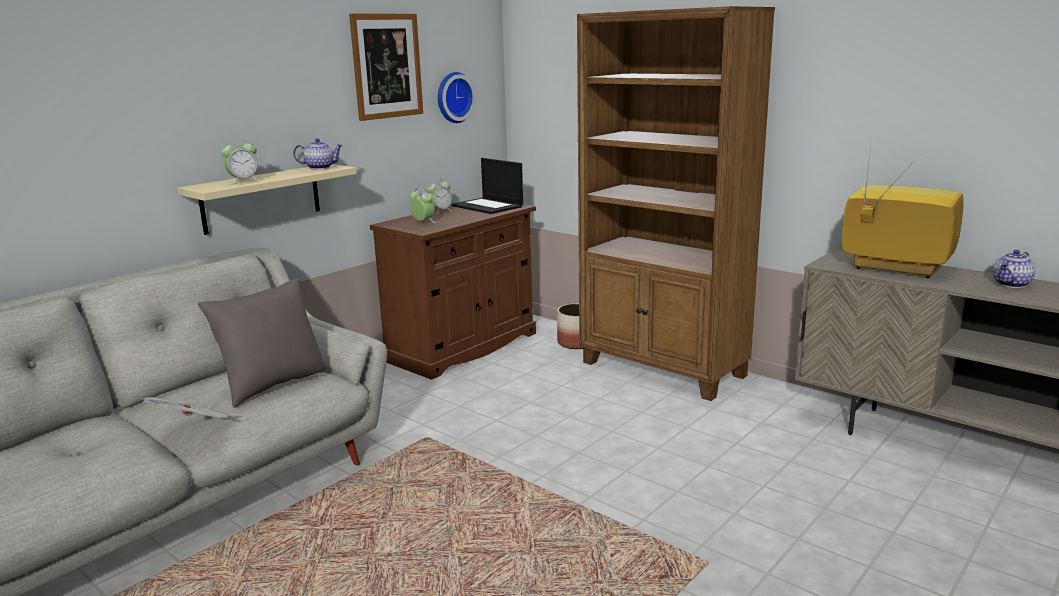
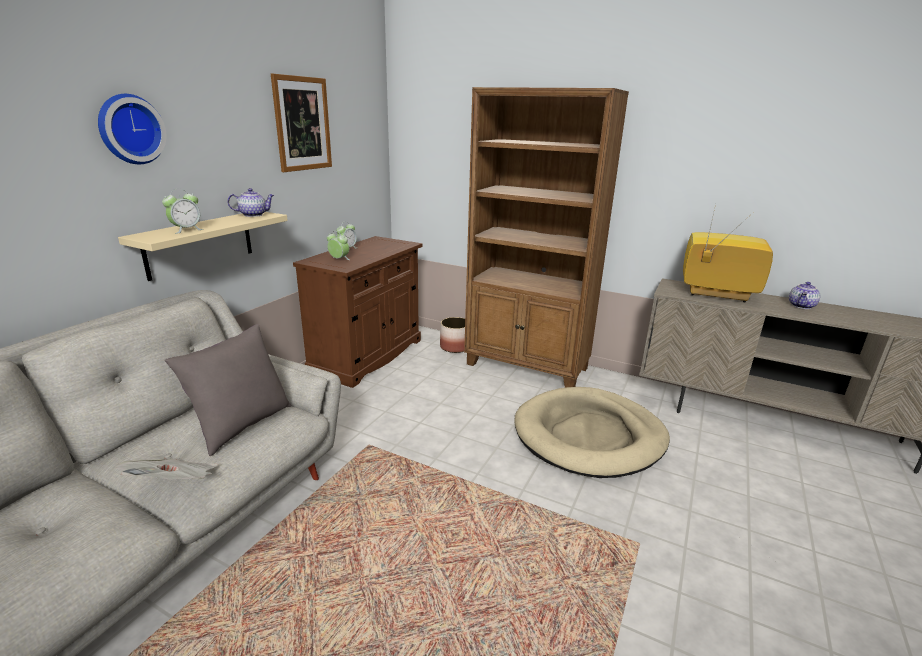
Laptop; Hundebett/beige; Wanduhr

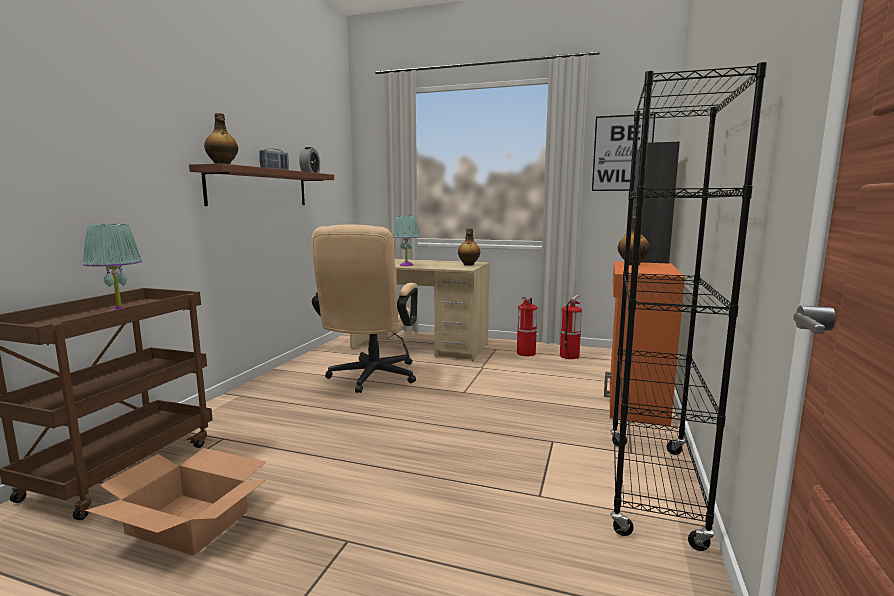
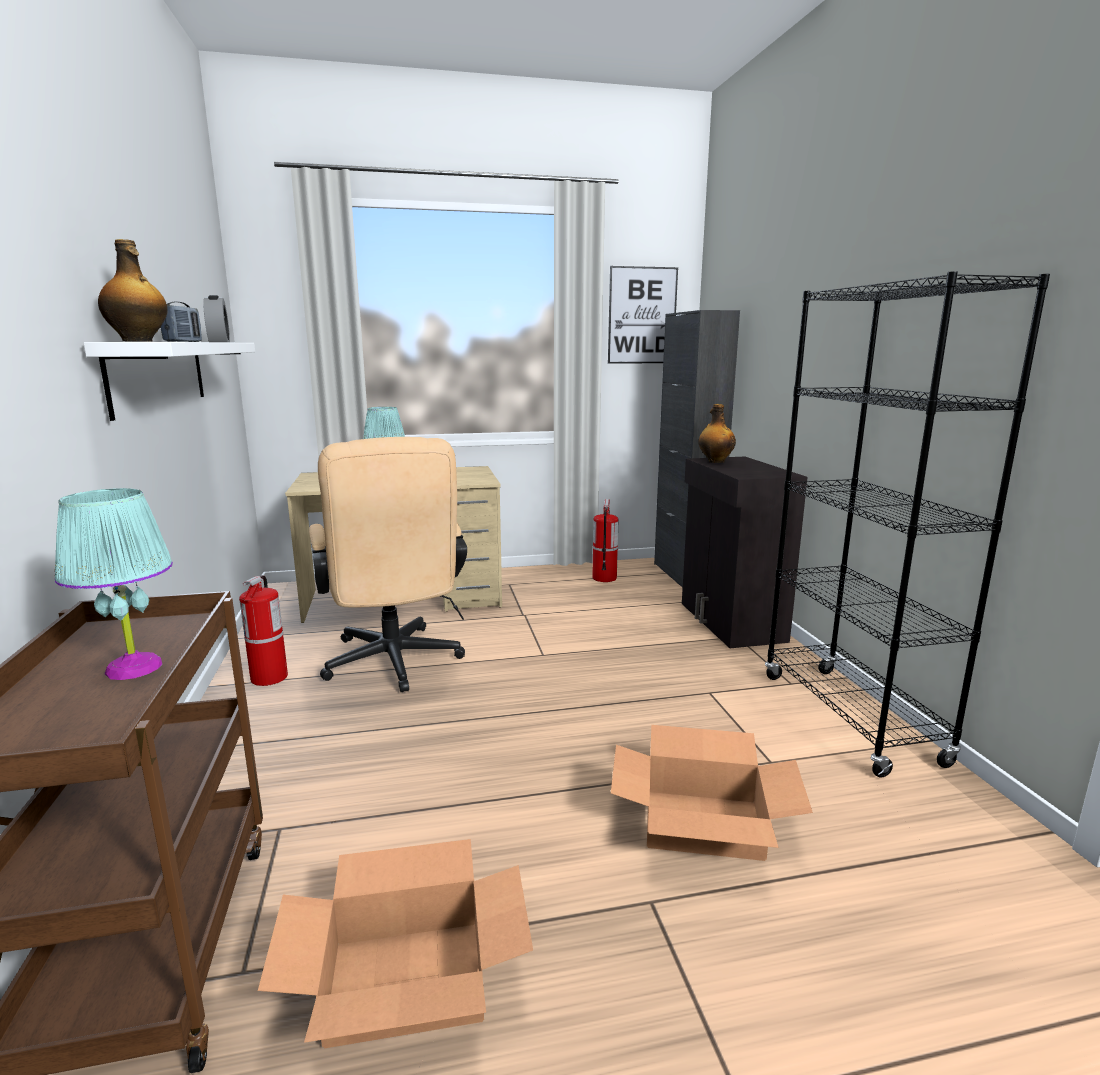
Flasche (2nd from left in the first image); Karton (2nd from left); Feuerlöscher (1st from left); Wandregal/weiß; Schrank/schwarz (2nd from left)

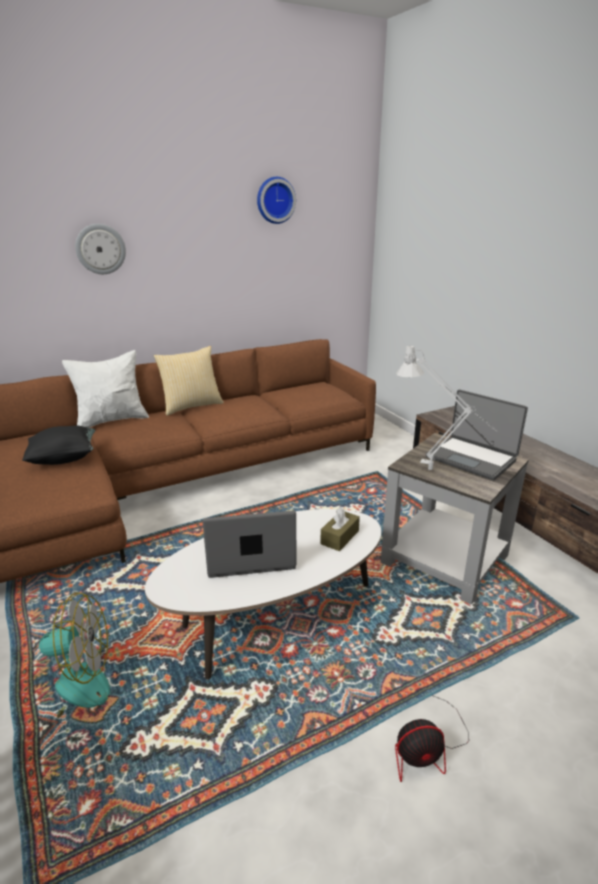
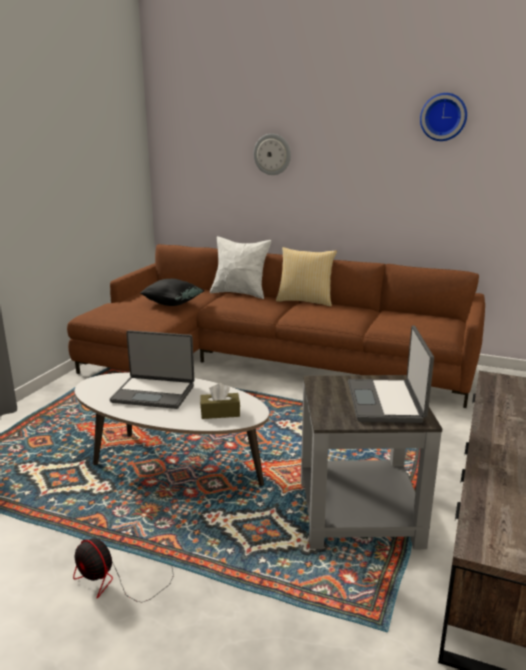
Ventilator (1st from left in the first image); Tischlampe/grau; Laptop (1st from left)

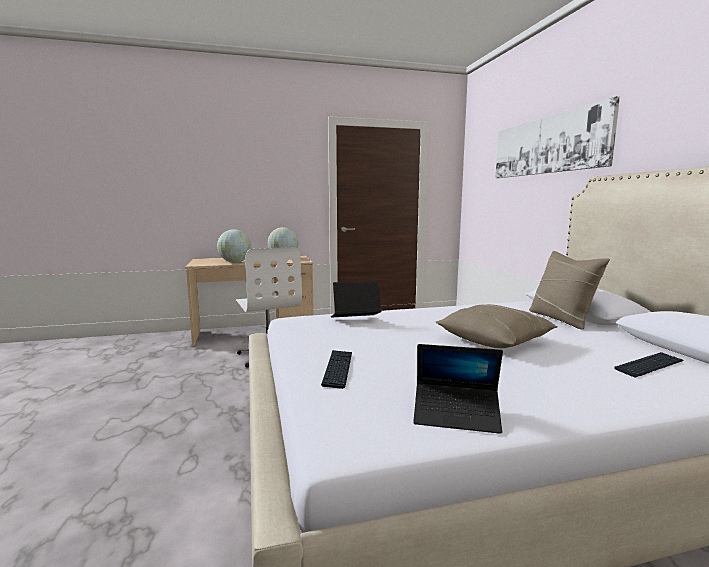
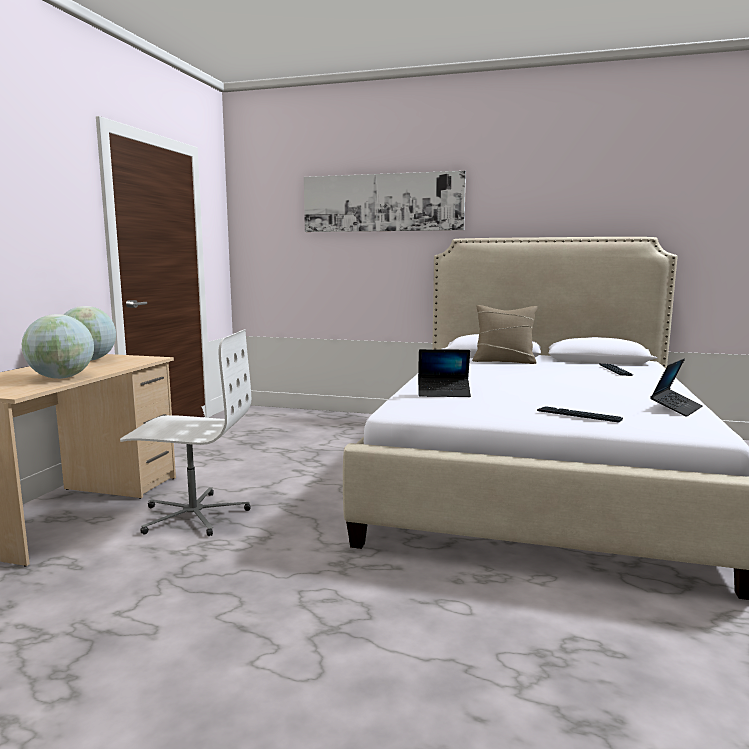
Kissen/beige (1st from left in the first image); Laptop (1st from left)

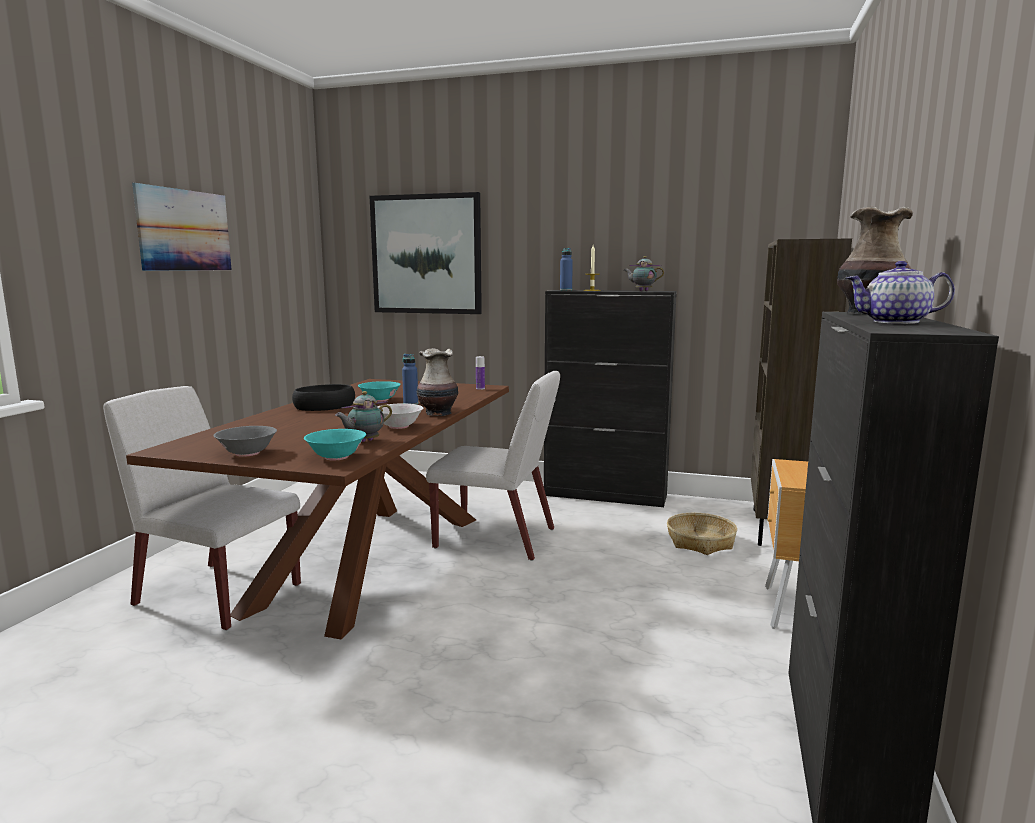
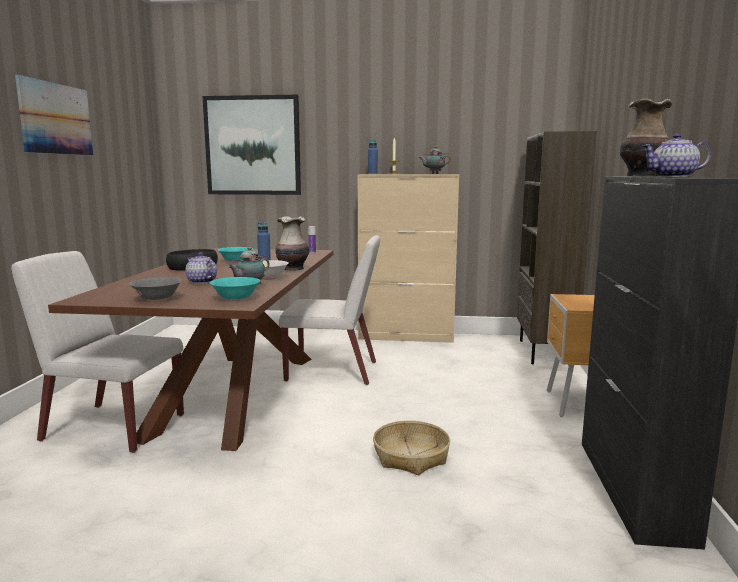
Teekanne (1st from left); Korb; Schrank/beige

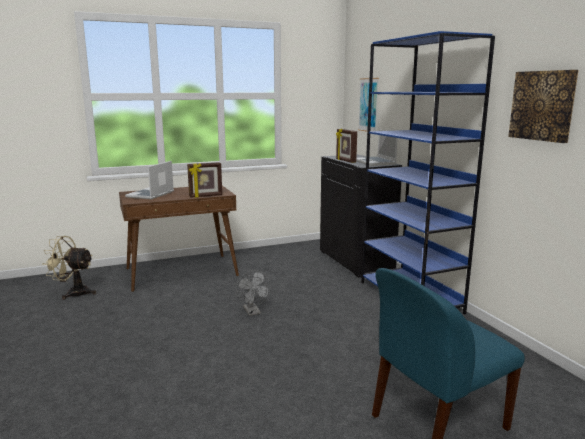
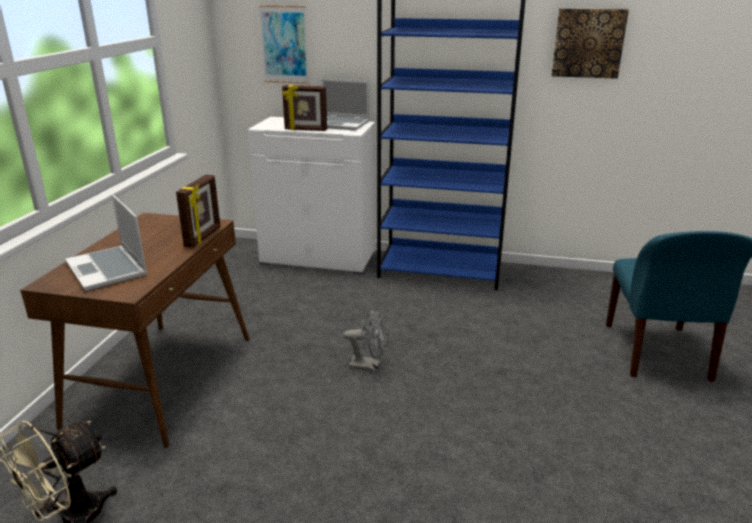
Schrank/weiß

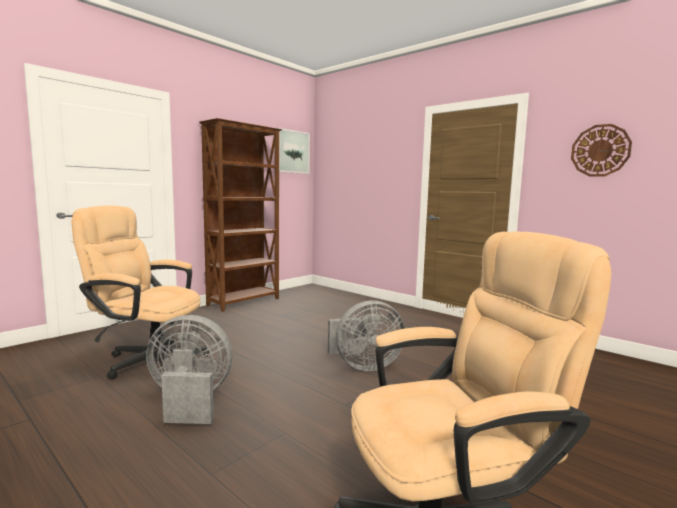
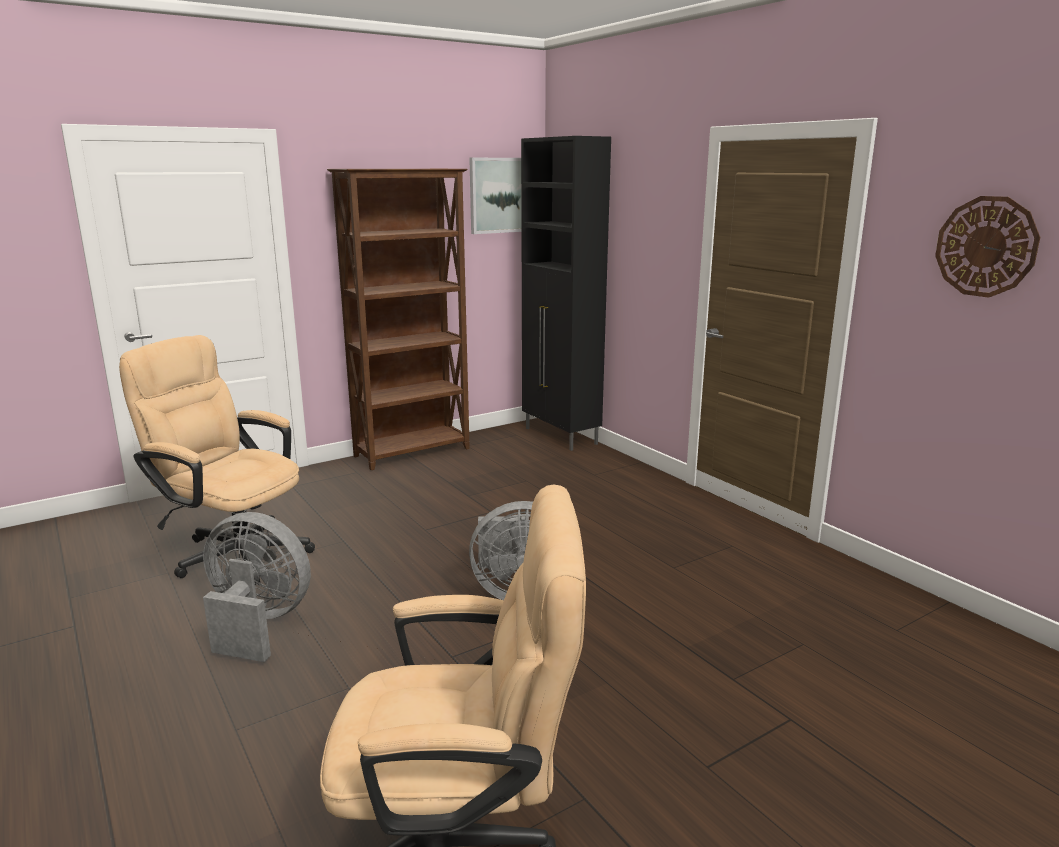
Schrank/schwarz

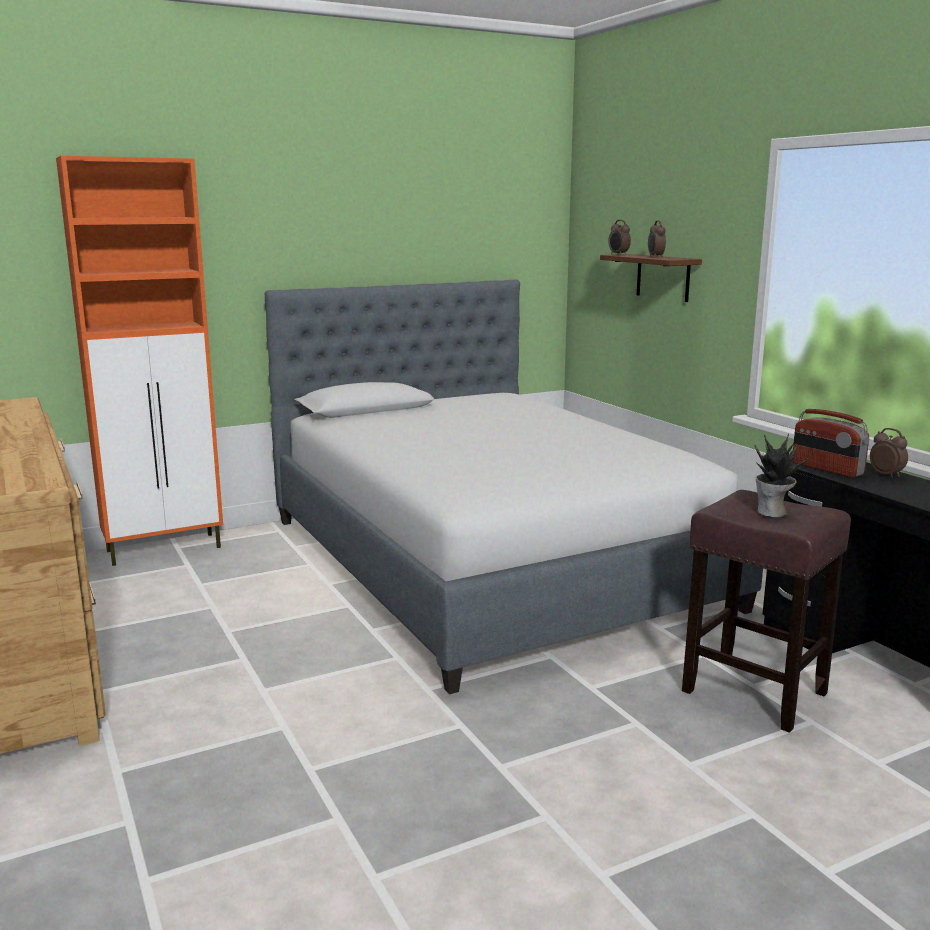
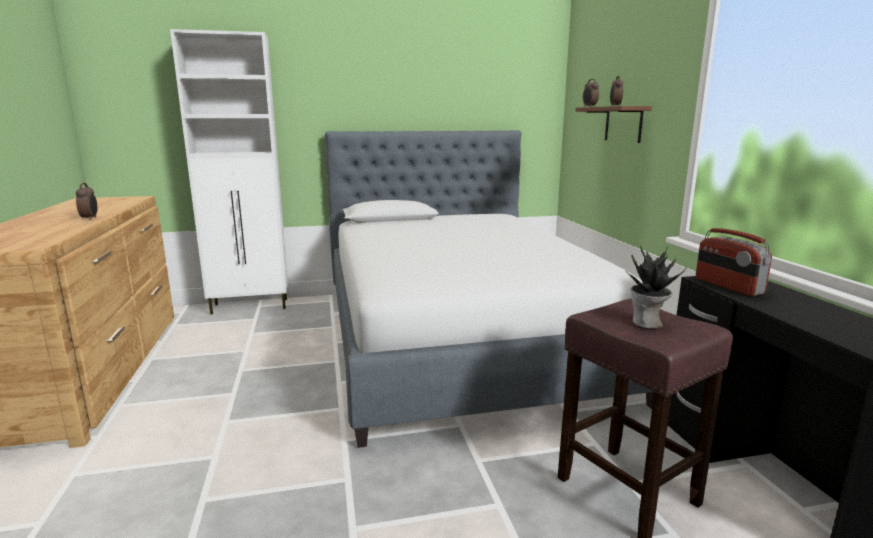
Wecker (1st from left); Schrank/weiß

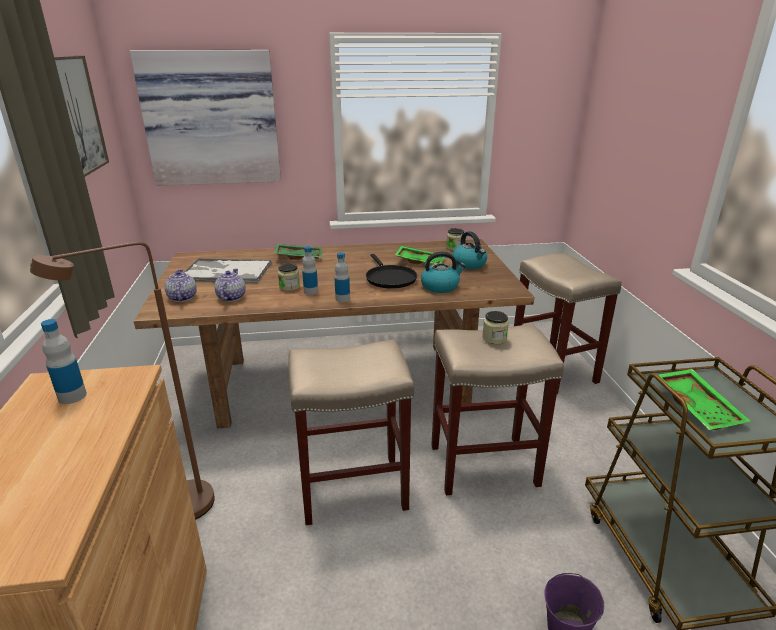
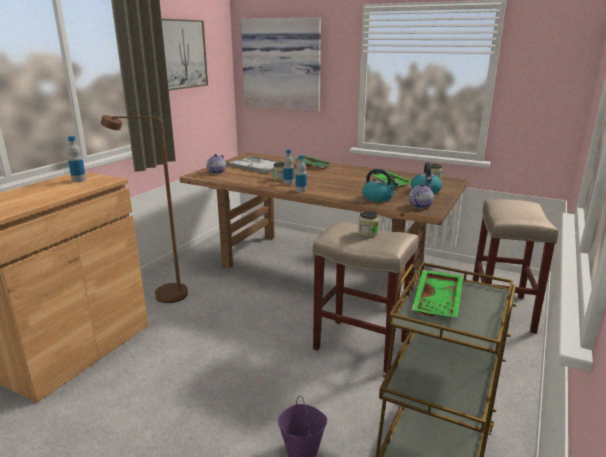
Hocker/beige (1st from left in the first image); Pfanne/schwarz; Teekanne (2nd from left)

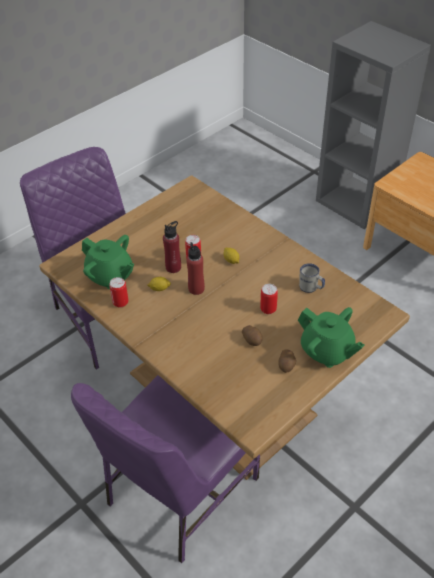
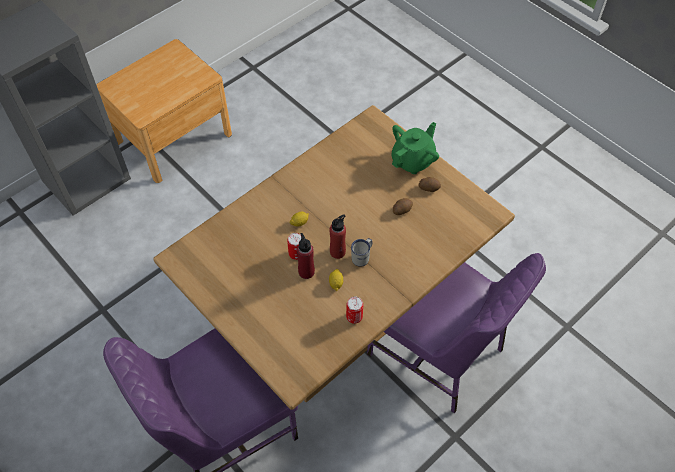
Teekanne/grün (1st from left in the first image); Dose (3rd from left in the first image); Henkelbecher/weiß

